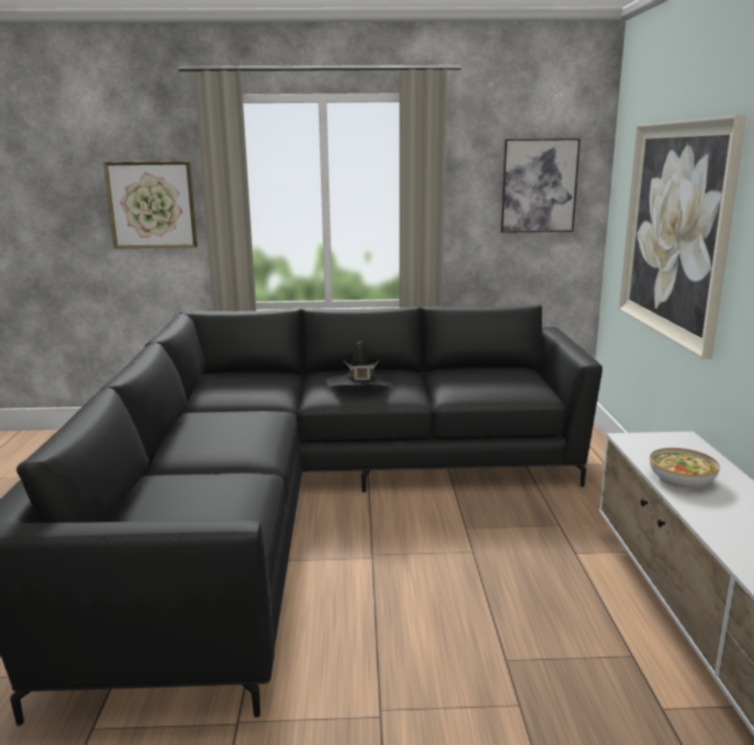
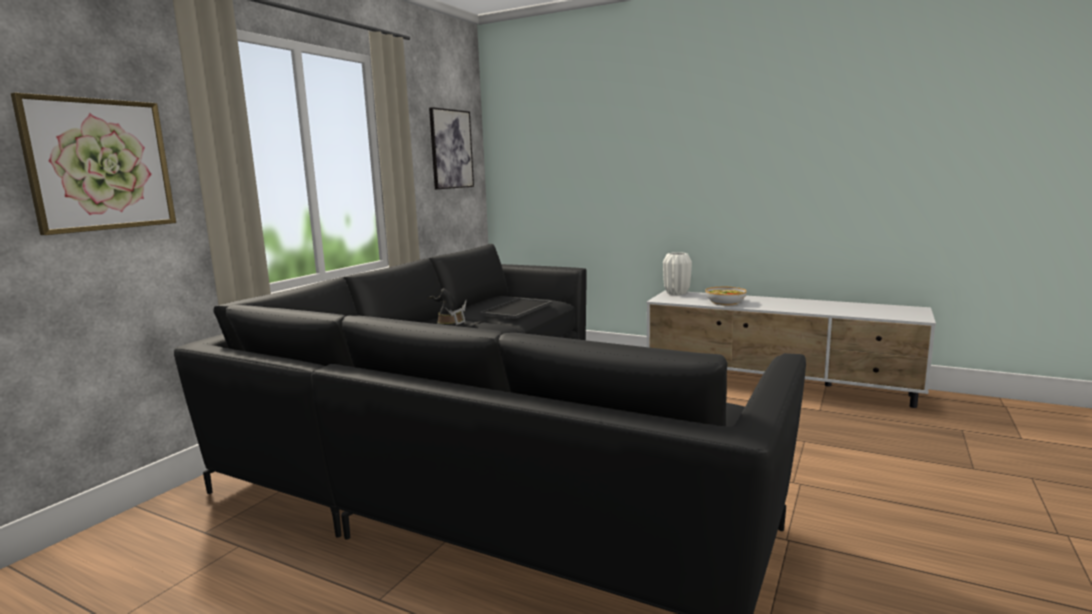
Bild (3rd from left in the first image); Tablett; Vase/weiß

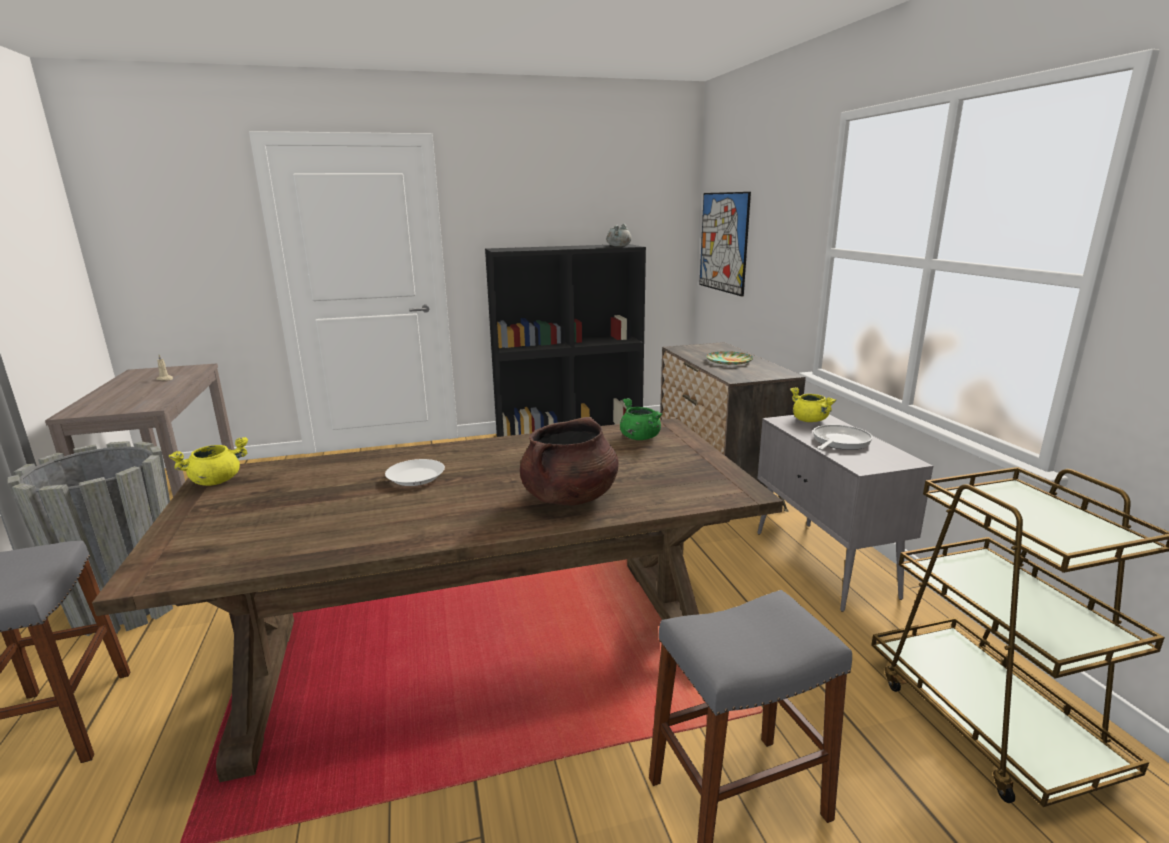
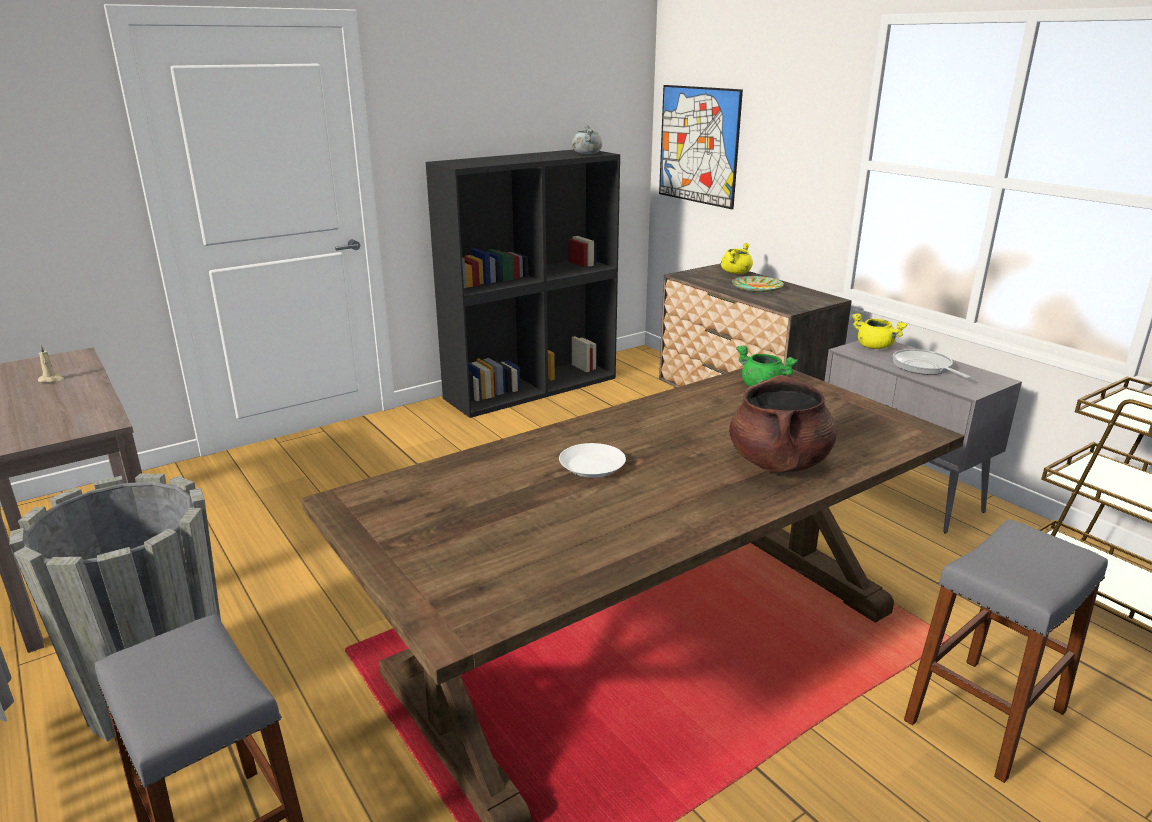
Kochtopf/gelb (1st from left); Pfanne

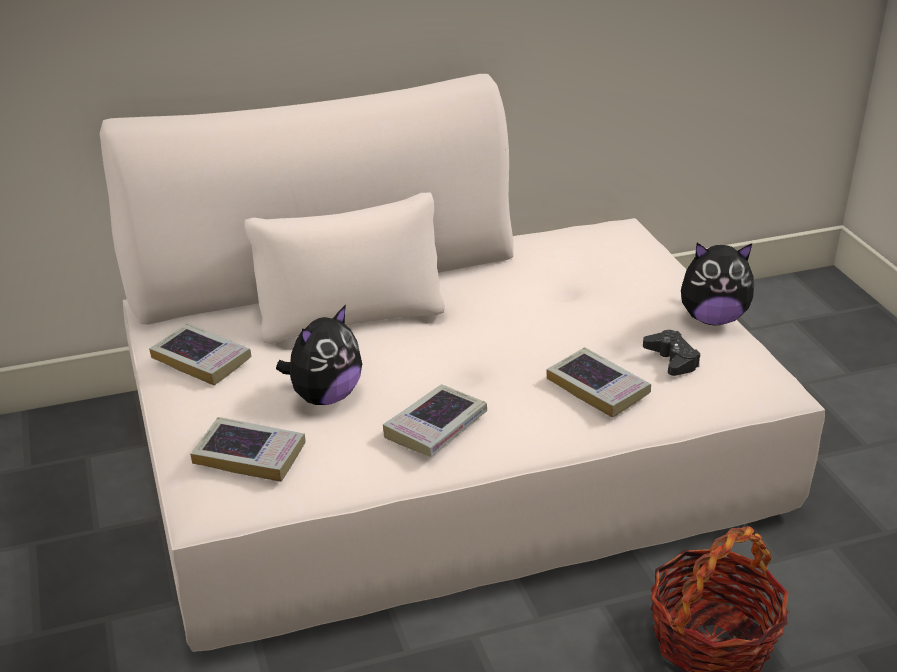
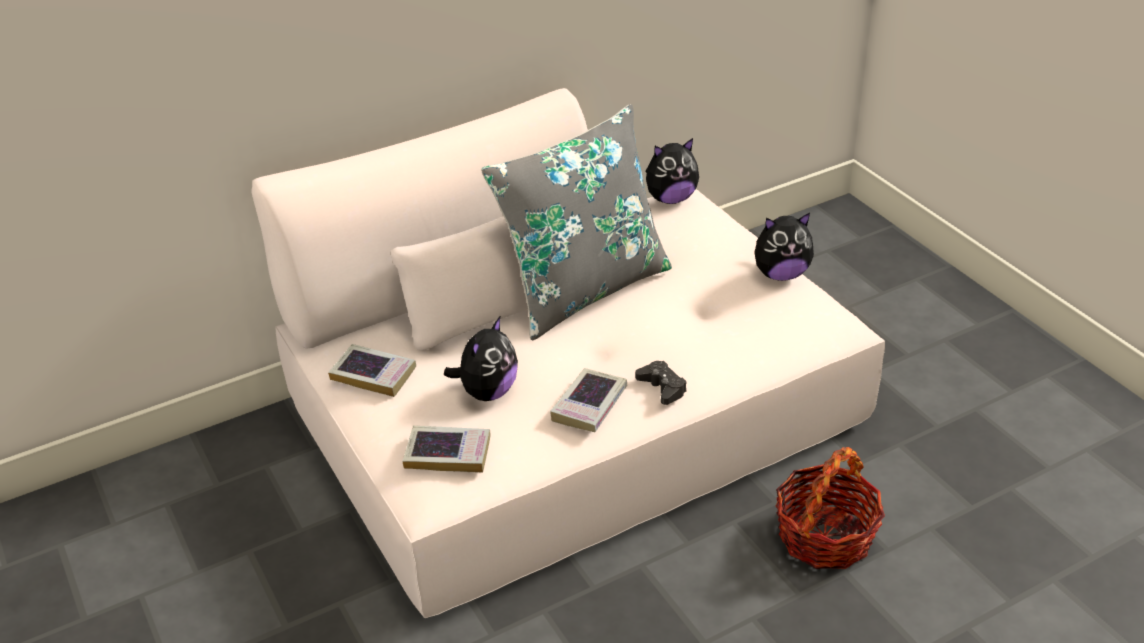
Buch (4th from left in the first image); Kissen/grau; Plüschtier (2nd from left); Gamepad/schwarz

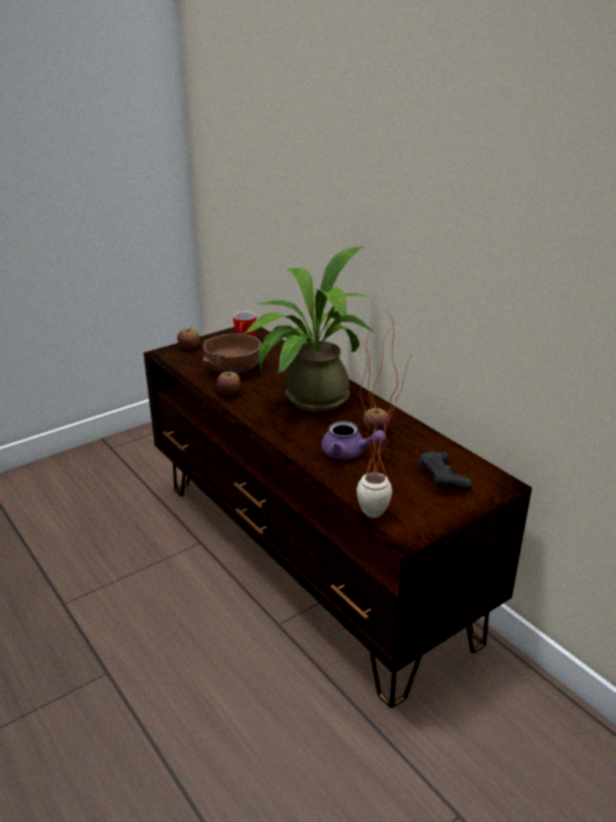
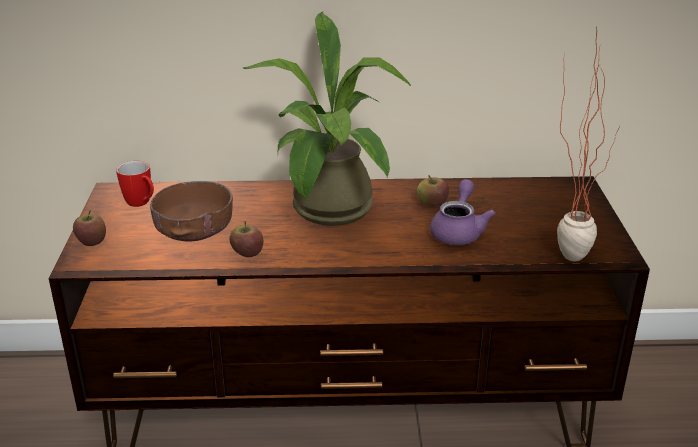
Gamepad/schwarz; Teekanne/lila

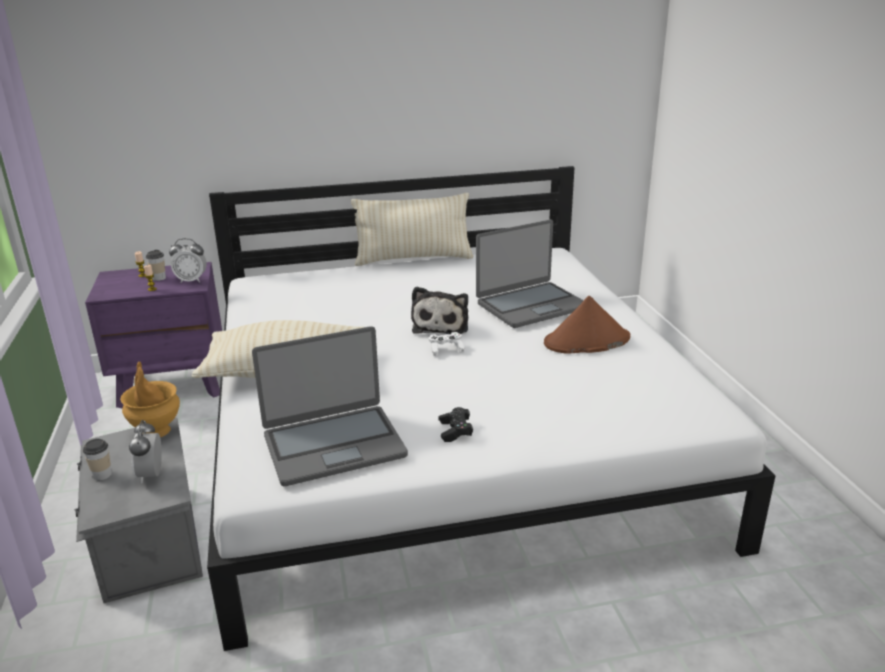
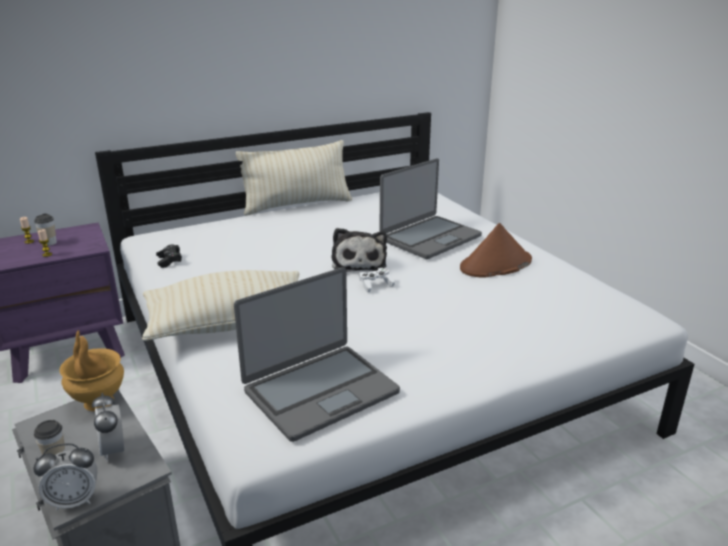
Wecker (1st from left); Gamepad/schwarz

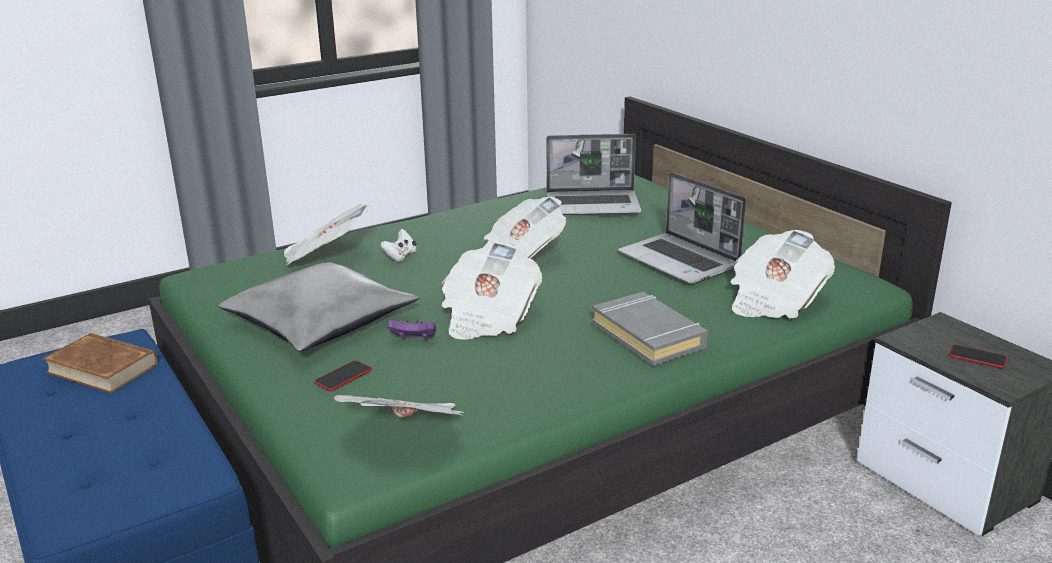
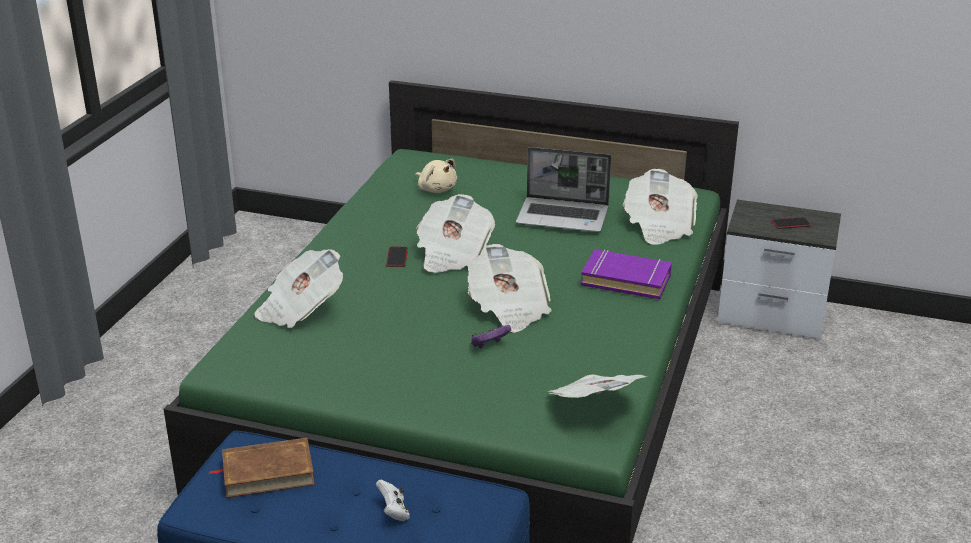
Kissen/grau; Handy (1st from left); Gamepad/weiß; Plüschtier/beige; Buch/lila

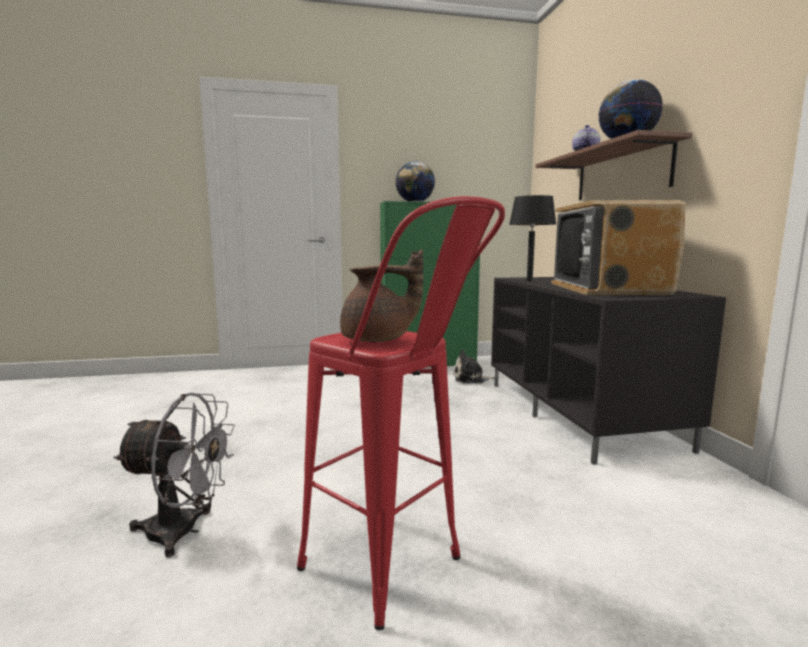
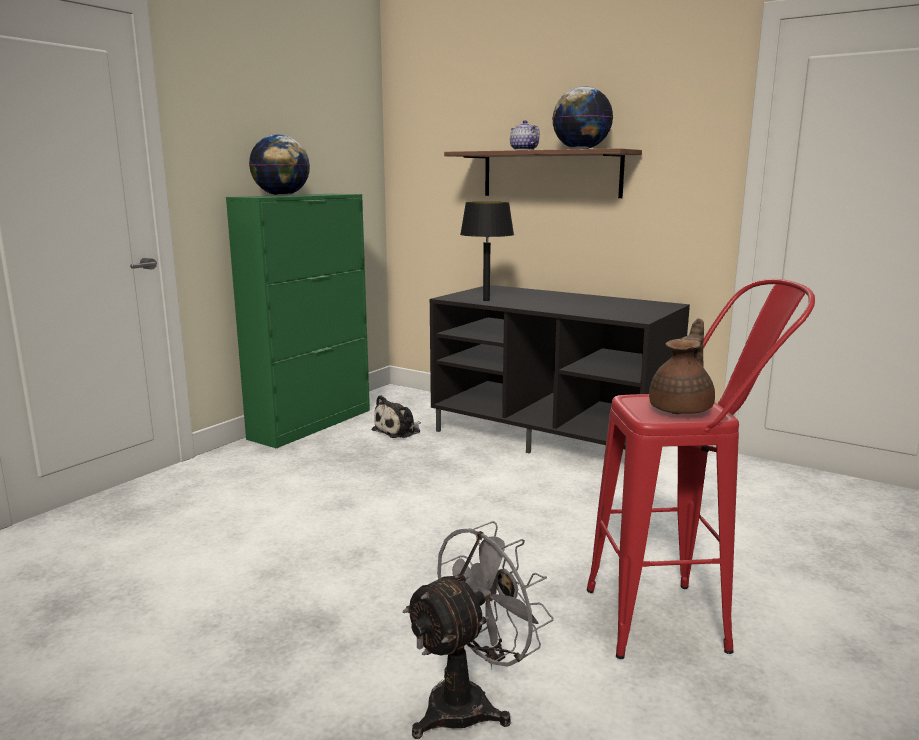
Fernseher

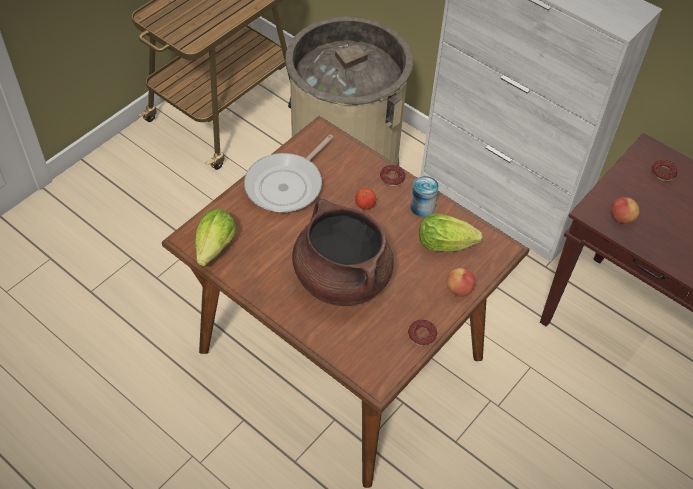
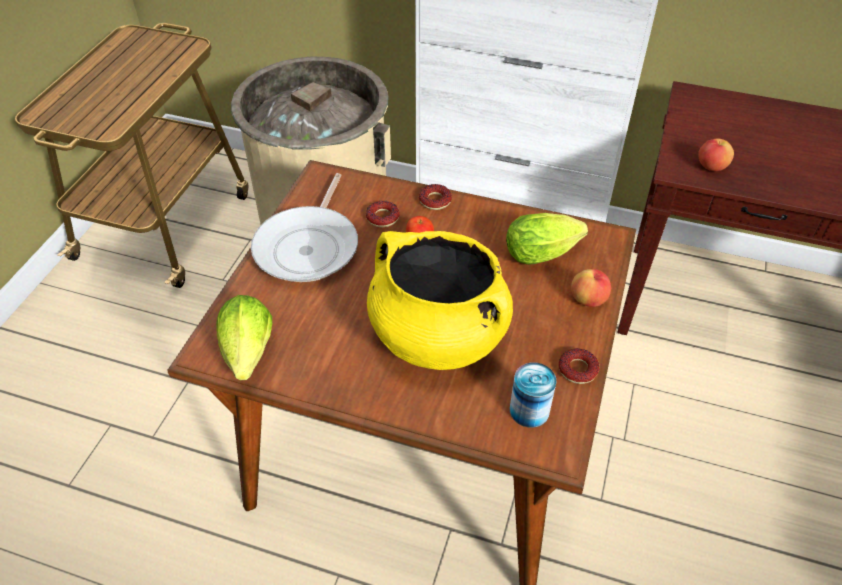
Dose; Donut (1st from left); Kochtopf/gelb

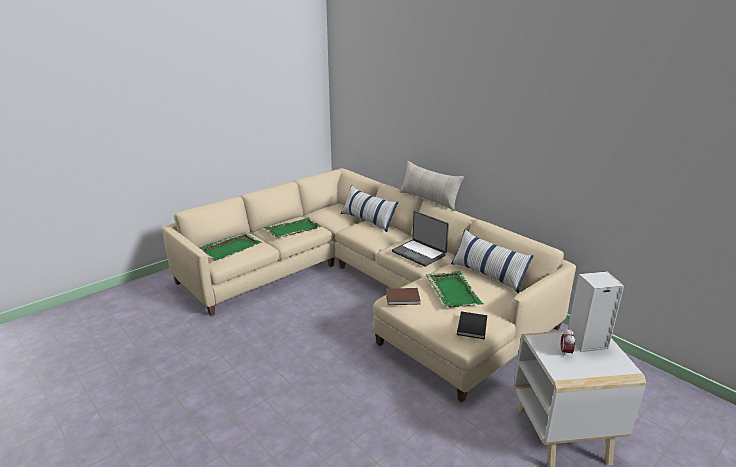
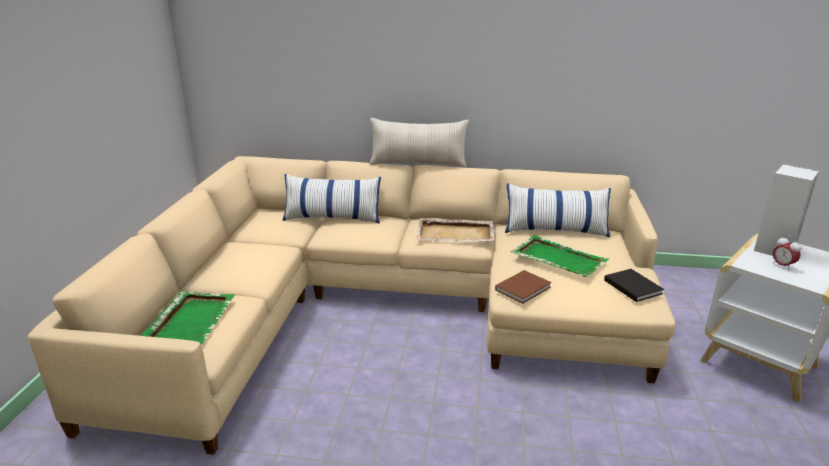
Tablett/grün (2nd from left in the first image); Tablett/beige

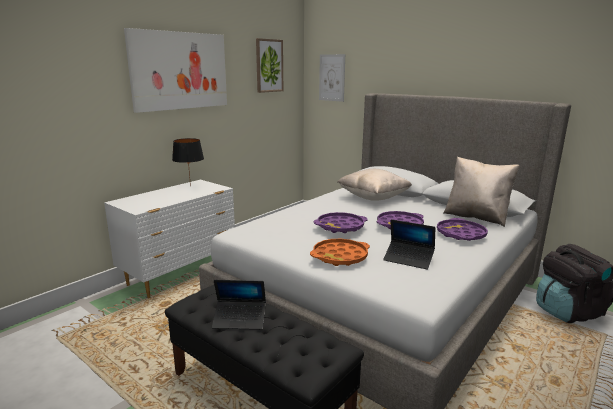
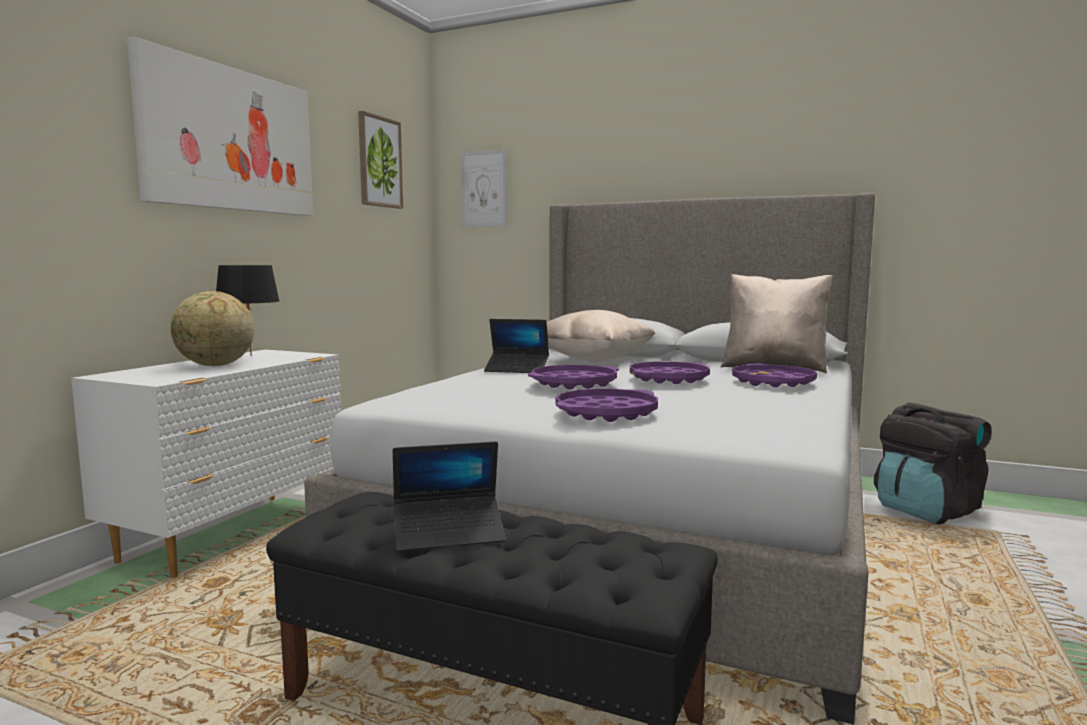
Globus; Laptop (2nd from left); Tablett/lila (2nd from left)

